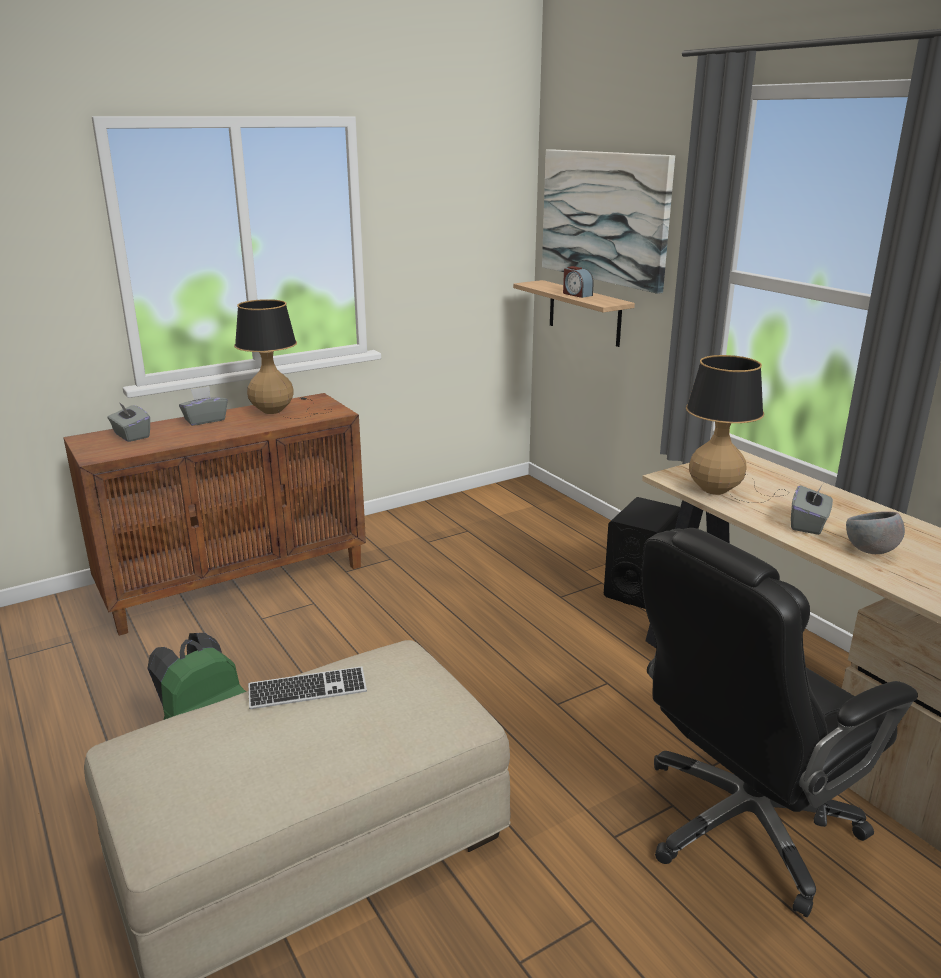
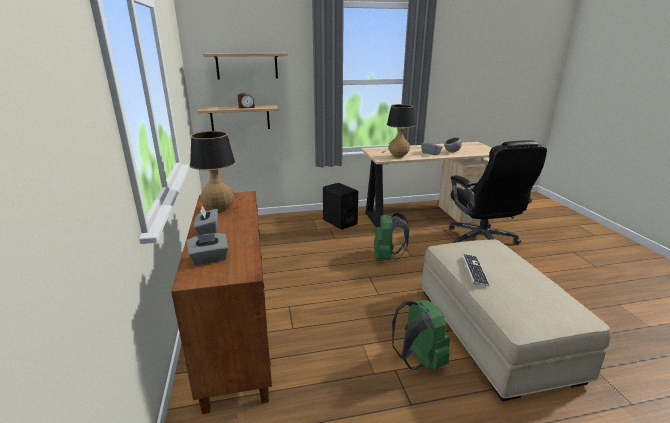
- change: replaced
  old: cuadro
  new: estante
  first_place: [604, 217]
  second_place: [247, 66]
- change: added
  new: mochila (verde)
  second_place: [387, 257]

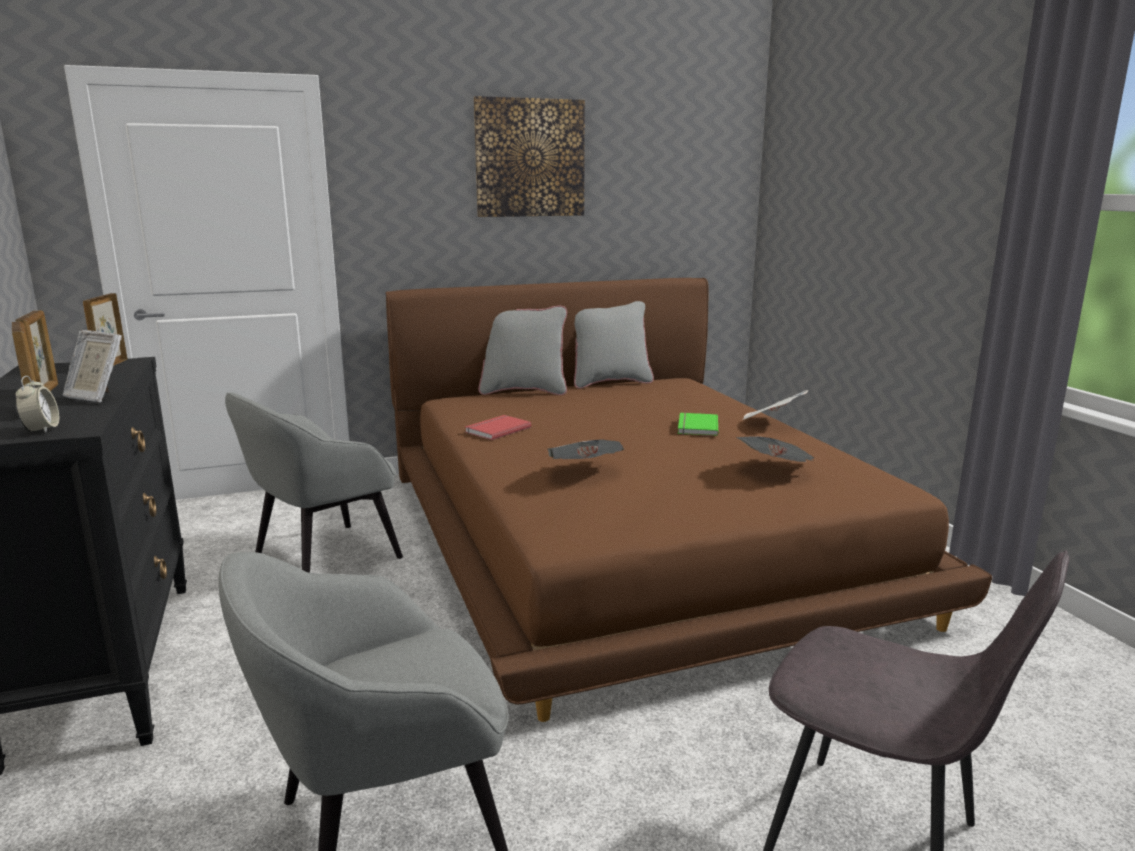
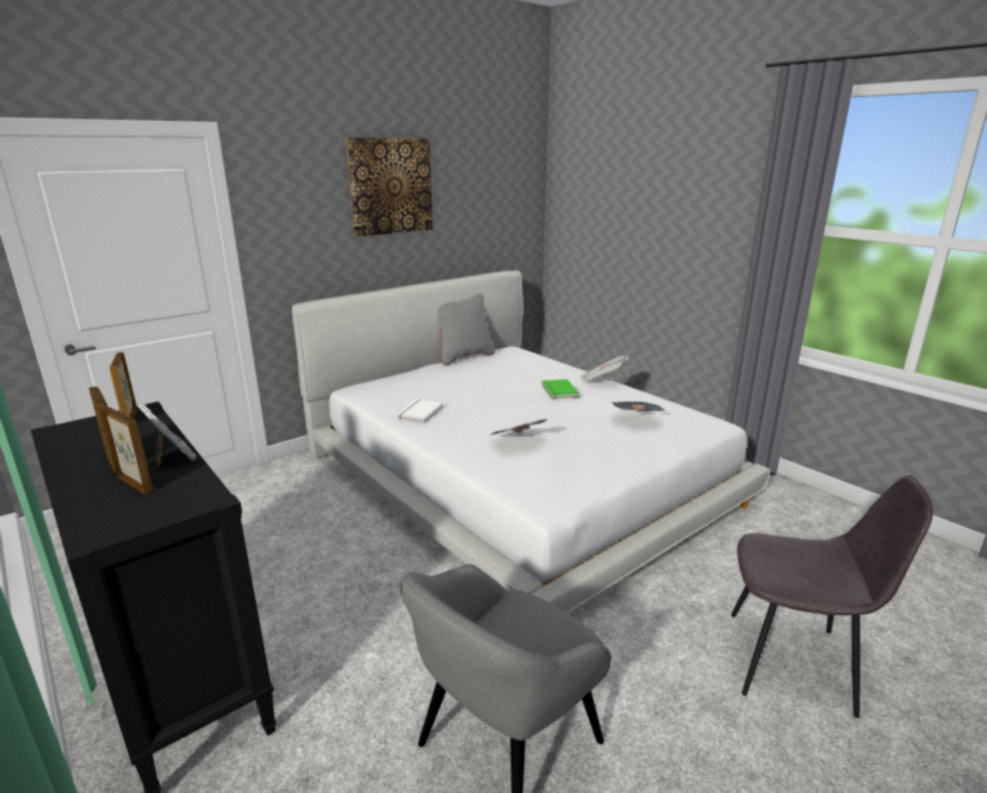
- change: recoloured
  old: cama (marrón)
  new: cama (blanco)
  first_place: [629, 537]
  second_place: [517, 475]
- change: removed
  old: cojín (gris)
  first_place: [523, 391]
- change: turned
  old: portarretratos
  first_place: [96, 397]
  second_place: [173, 458]
  degrees: -135
- change: removed
  old: despertador
  first_place: [41, 430]
- change: removed
  old: sillón (gris)
  first_place: [324, 558]
- change: recoloured
  old: libro (rojo)
  new: libro (blanco)
  first_place: [496, 429]
  second_place: [418, 412]

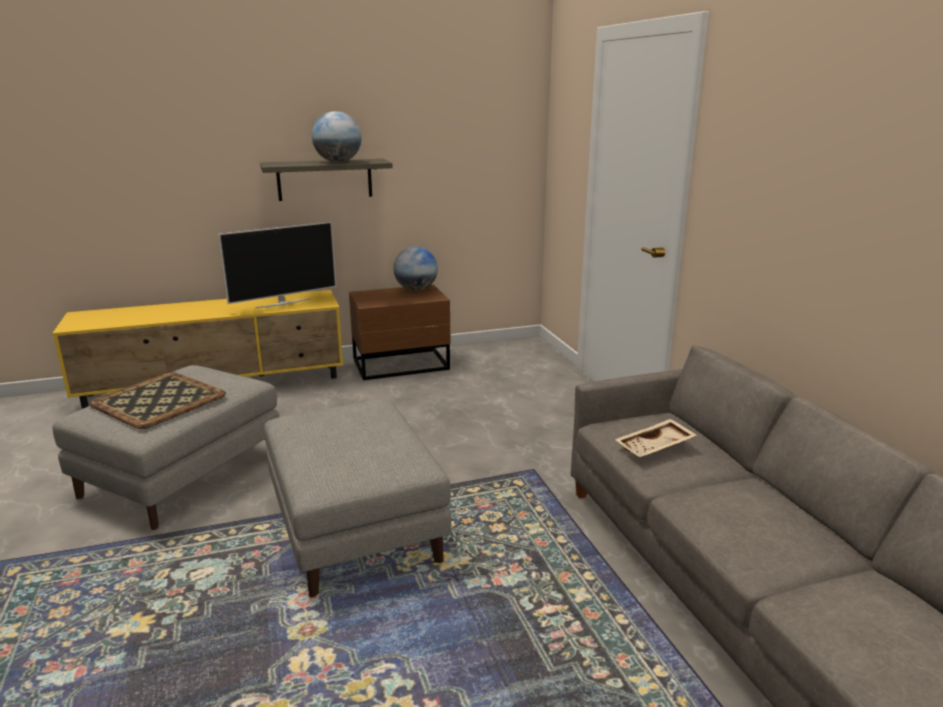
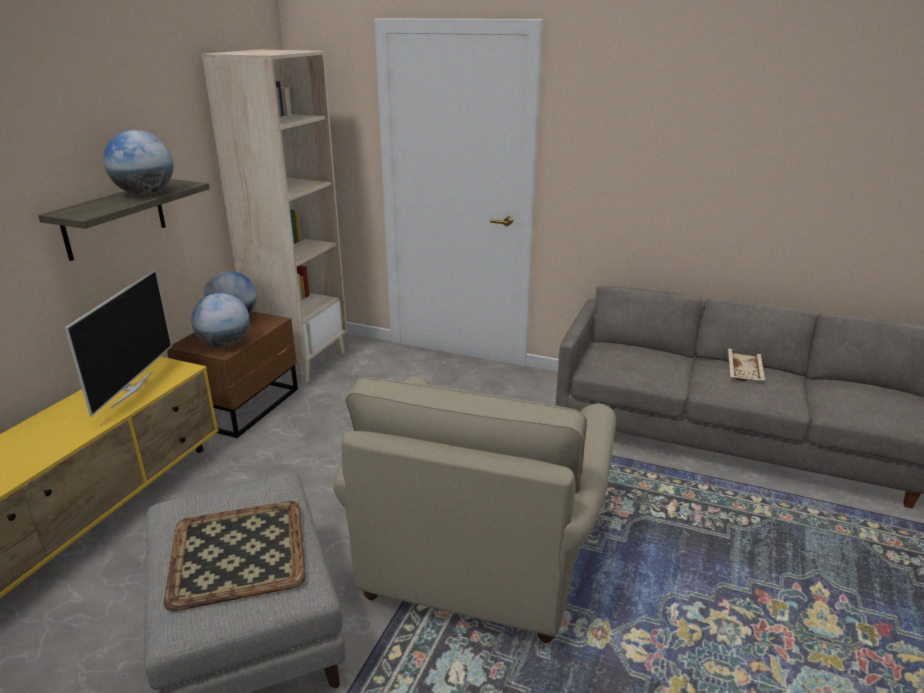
- change: replaced
  old: puf (gris)
  new: sillón (beis)
  first_place: [353, 526]
  second_place: [482, 550]
- change: moved
  old: bandeja (beis)
  first_place: [655, 447]
  second_place: [745, 370]
- change: added
  new: estantería (beis)
  second_place: [301, 361]
- change: added
  new: globo terráqueo
  second_place: [225, 344]

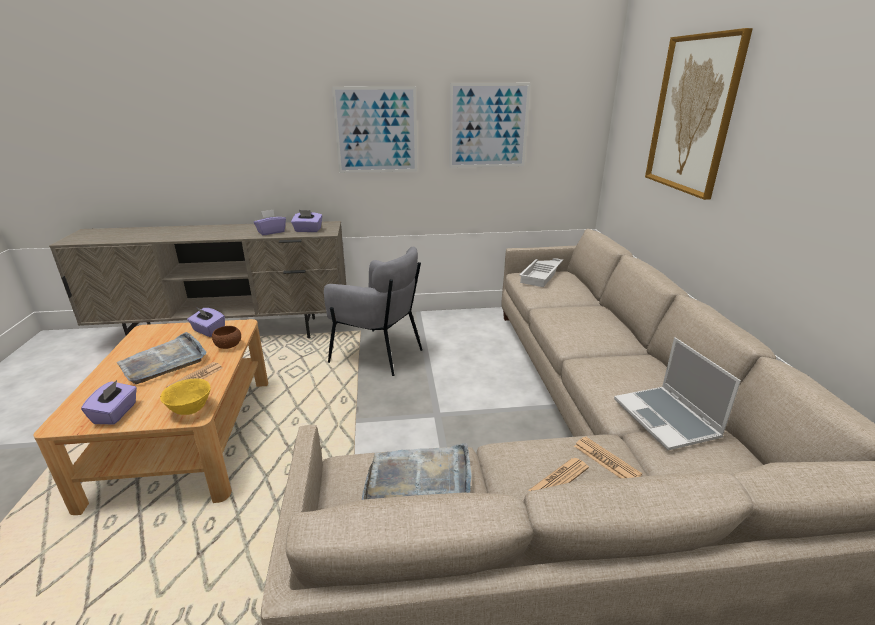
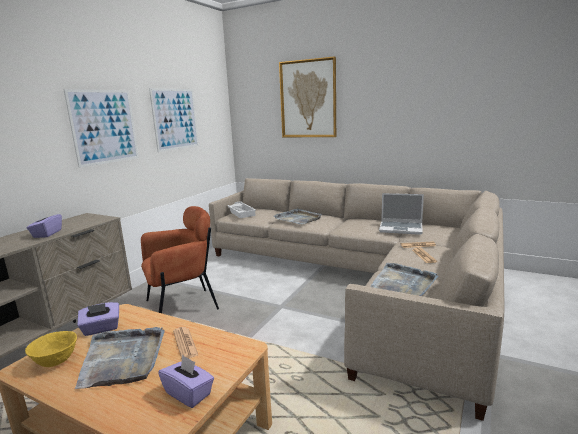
- change: removed
  old: caja de pañuelos (morado)
  first_place: [308, 230]
- change: recoloured
  old: sillón (gris)
  new: sillón (marrón)
  first_place: [379, 354]
  second_place: [182, 307]
- change: removed
  old: cuenco (marrón)
  first_place: [229, 346]
- change: moved
  old: cuenco (amarillo)
  first_place: [190, 409]
  second_place: [56, 361]
- change: added
  new: bandeja (gris)
  second_place: [298, 218]

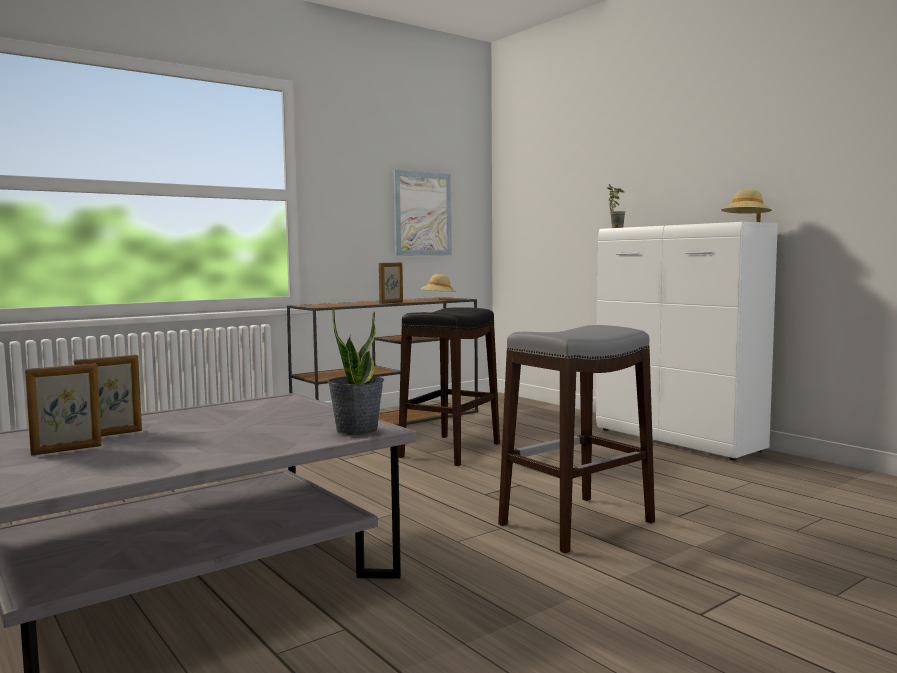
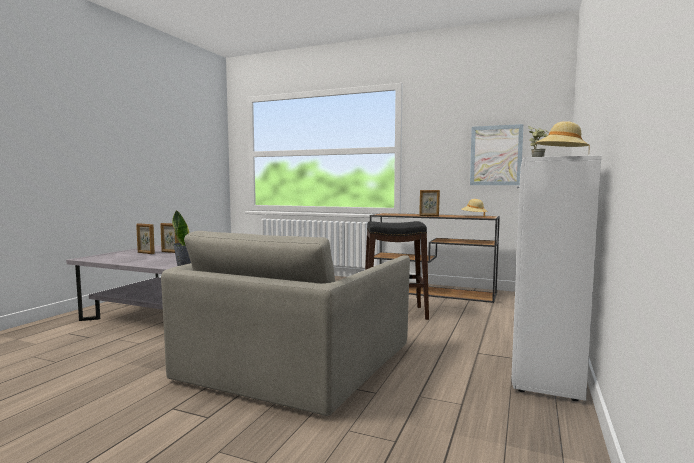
- change: replaced
  old: taburete (gris)
  new: sillón (gris)
  first_place: [576, 523]
  second_place: [294, 360]

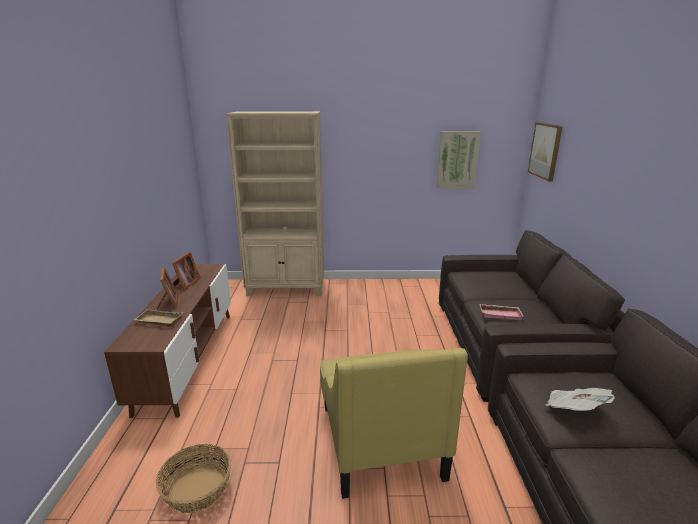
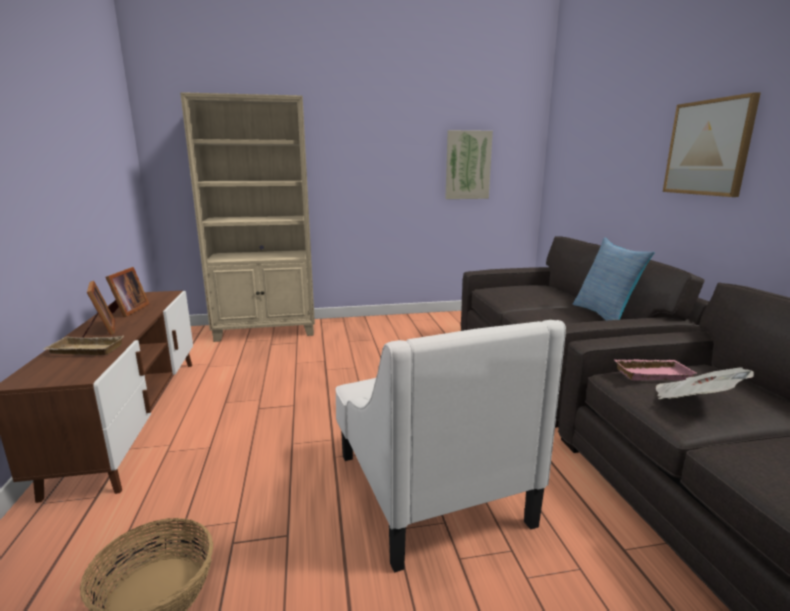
- change: moved
  old: cuadro
  first_place: [545, 150]
  second_place: [708, 148]
- change: moved
  old: bandeja (rosa)
  first_place: [500, 314]
  second_place: [652, 373]
- change: recoloured
  old: sillón (amarillo)
  new: sillón (blanco)
  first_place: [380, 439]
  second_place: [429, 487]
- change: added
  new: cojín
  second_place: [605, 315]

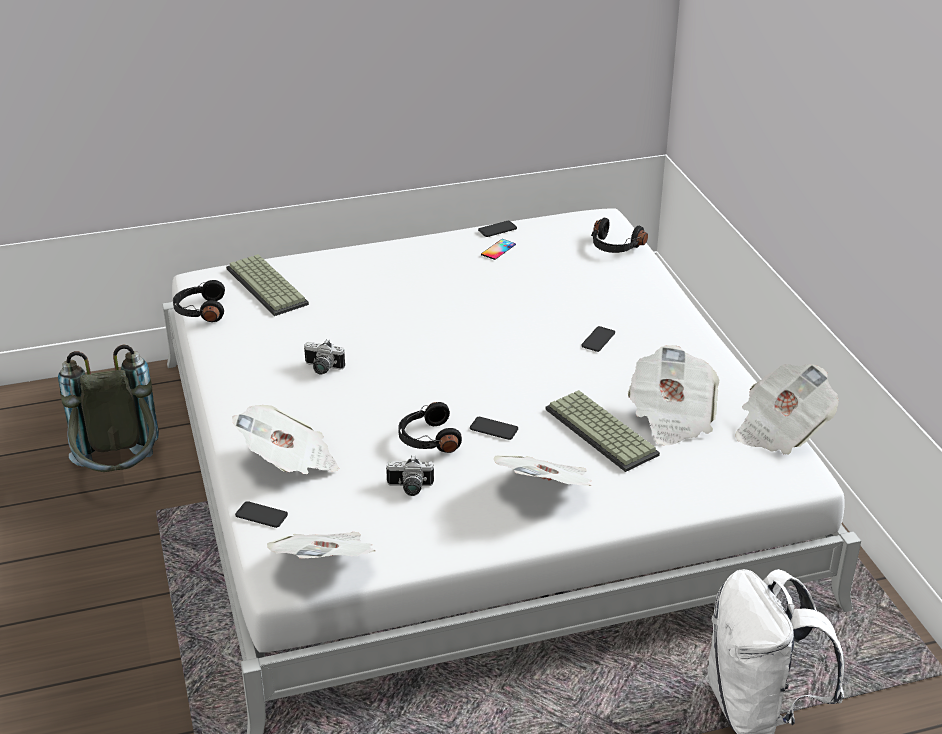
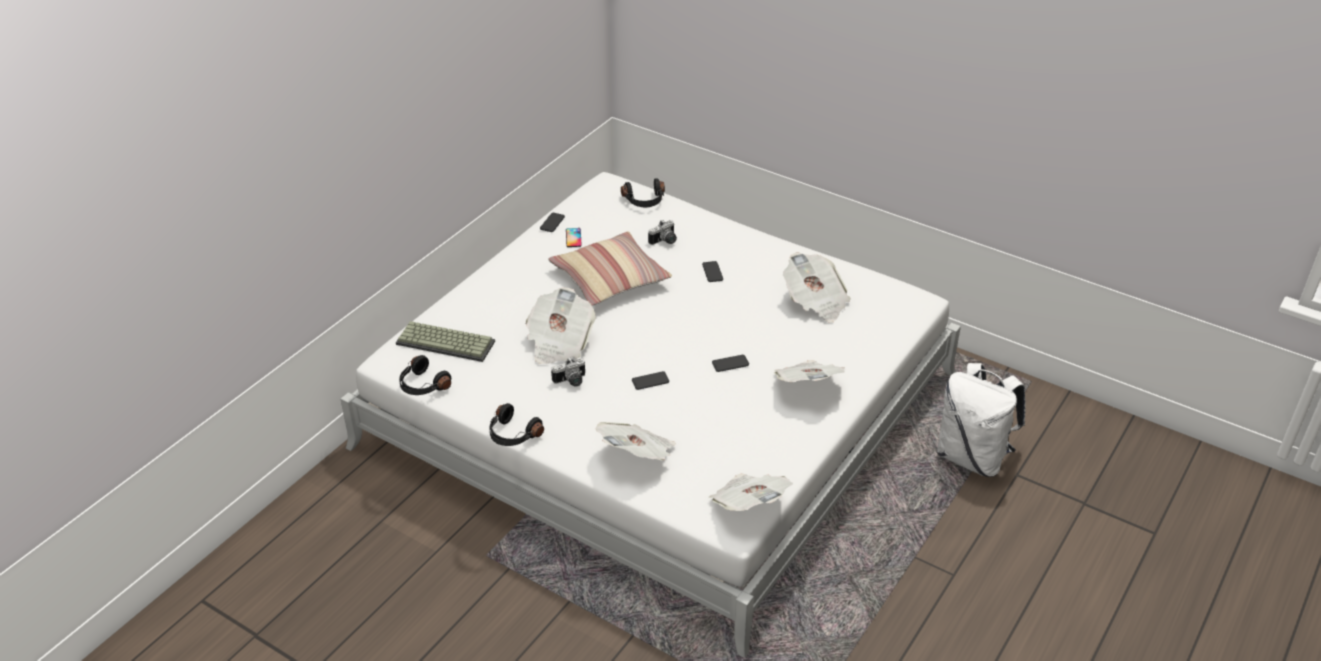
- change: removed
  old: mochila (gris)
  first_place: [120, 476]
- change: moved
  old: periódico
  first_place: [780, 430]
  second_place: [559, 342]
- change: removed
  old: teclado
  first_place: [603, 432]
- change: moved
  old: auriculares (negro)
  first_place: [428, 439]
  second_place: [512, 435]
- change: moved
  old: cámara
  first_place: [409, 488]
  second_place: [665, 241]
- change: moved
  old: móvil
  first_place: [261, 515]
  second_place: [650, 381]
- change: added
  new: cojín
  second_place: [610, 279]

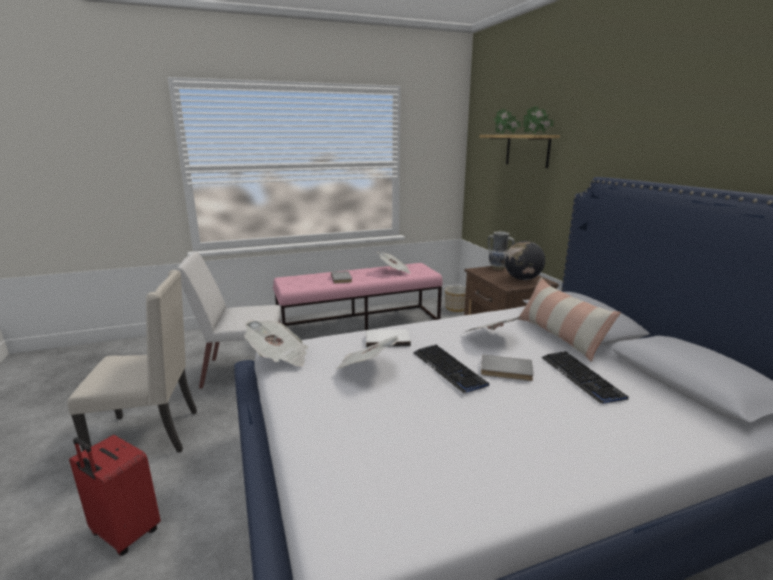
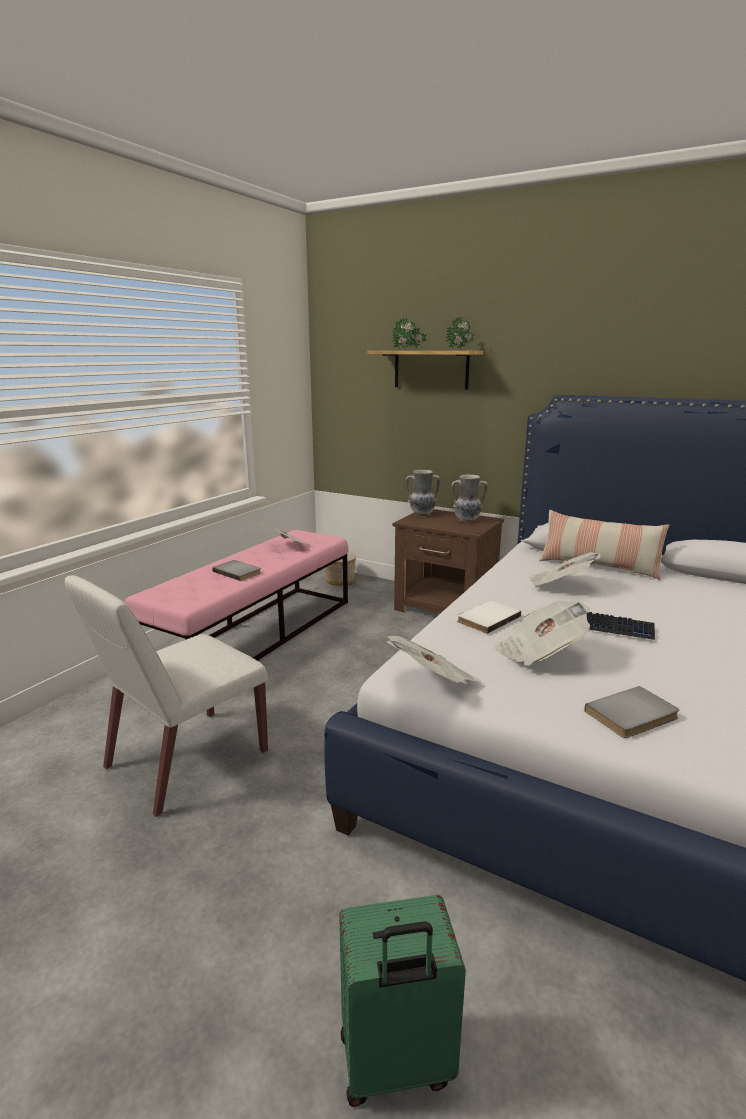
- change: replaced
  old: globo terráqueo
  new: florero
  first_place: [522, 279]
  second_place: [467, 521]
- change: removed
  old: silla (beis)
  first_place: [150, 435]
- change: removed
  old: teclado
  first_place: [581, 377]
- change: moved
  old: libro (gris)
  first_place: [506, 370]
  second_place: [633, 716]
- change: recoloured
  old: maleta (rojo)
  new: maleta (verde)
  first_place: [124, 534]
  second_place: [395, 1064]

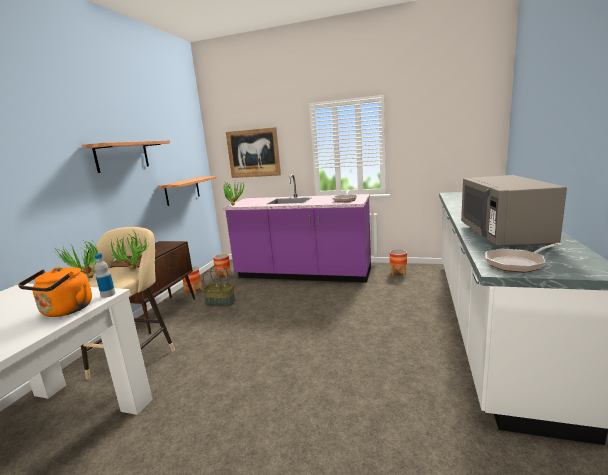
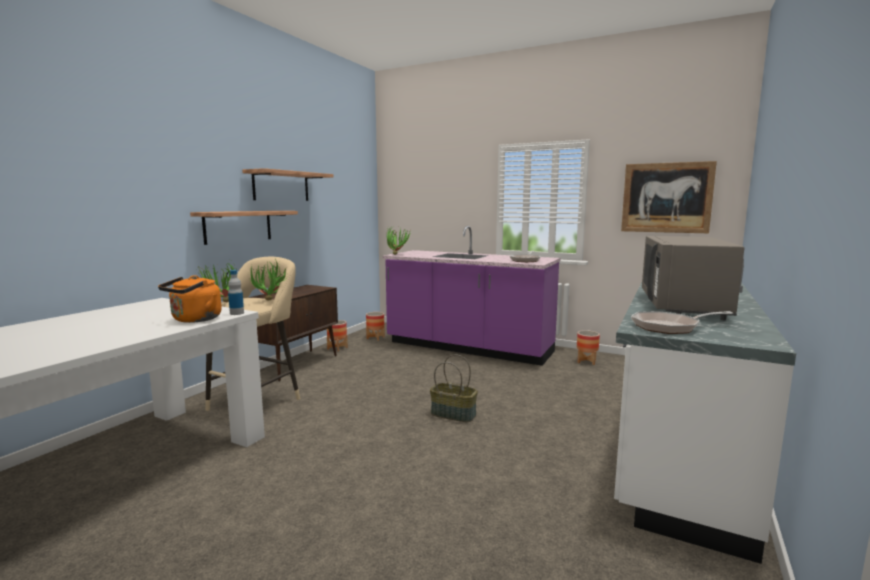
- change: moved
  old: cuadro
  first_place: [253, 153]
  second_place: [666, 198]
- change: moved
  old: estante
  first_place: [182, 191]
  second_place: [238, 226]
- change: moved
  old: cesta
  first_place: [221, 303]
  second_place: [454, 414]

